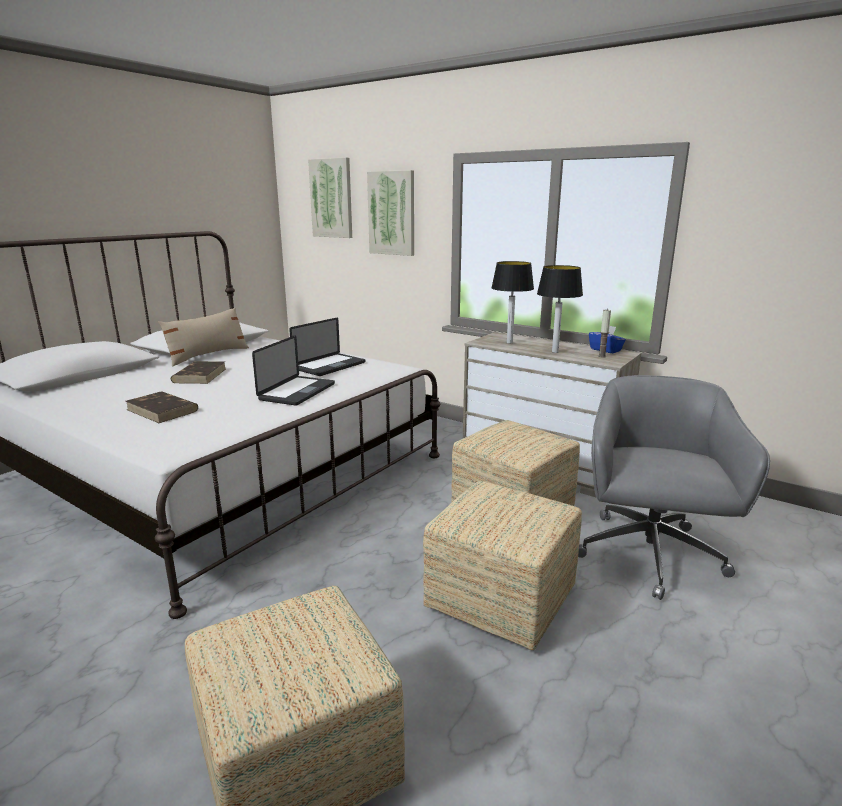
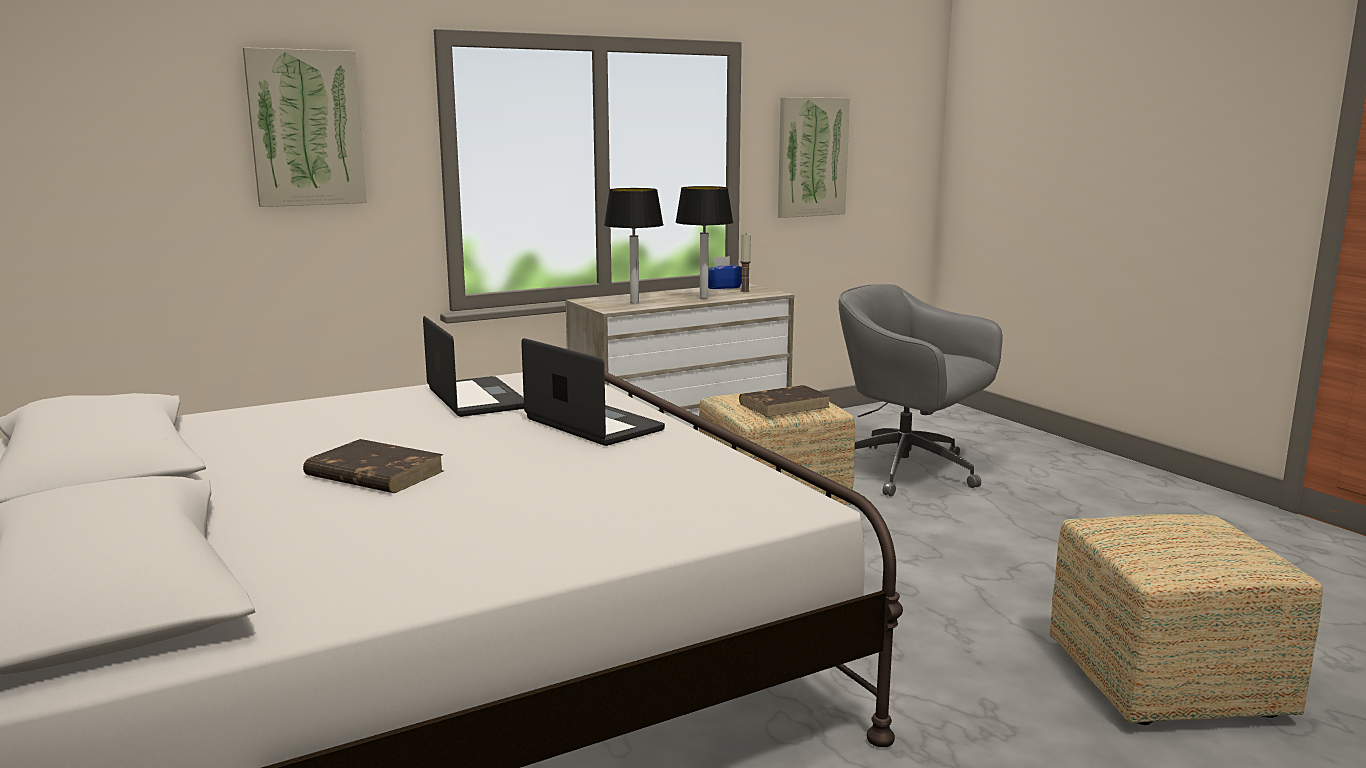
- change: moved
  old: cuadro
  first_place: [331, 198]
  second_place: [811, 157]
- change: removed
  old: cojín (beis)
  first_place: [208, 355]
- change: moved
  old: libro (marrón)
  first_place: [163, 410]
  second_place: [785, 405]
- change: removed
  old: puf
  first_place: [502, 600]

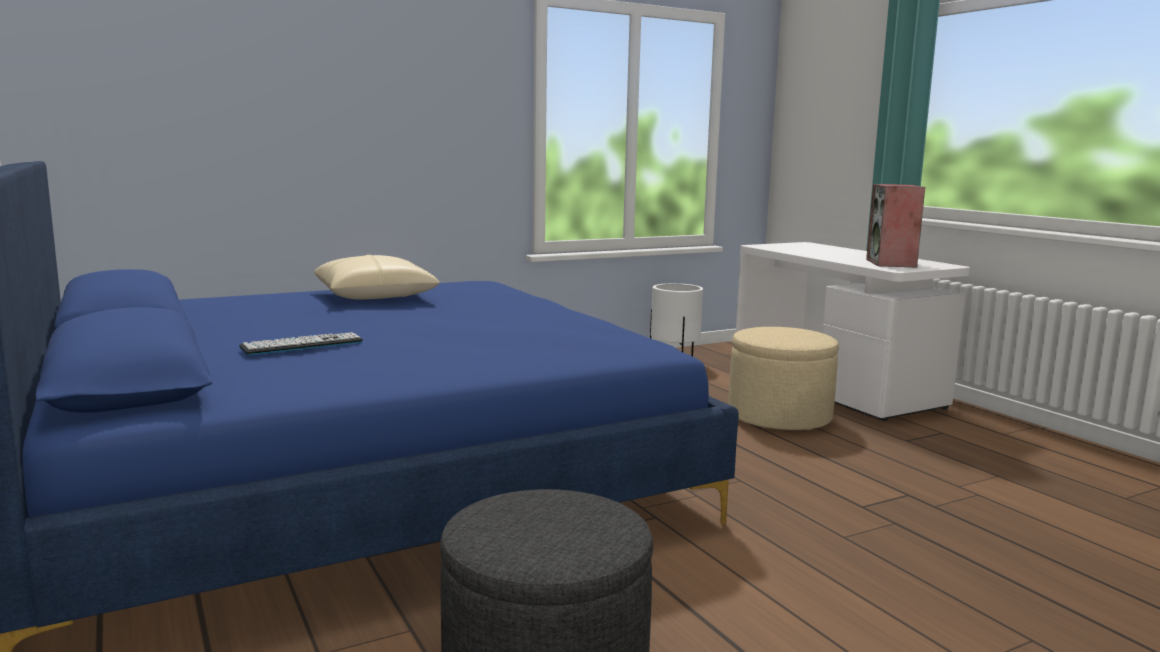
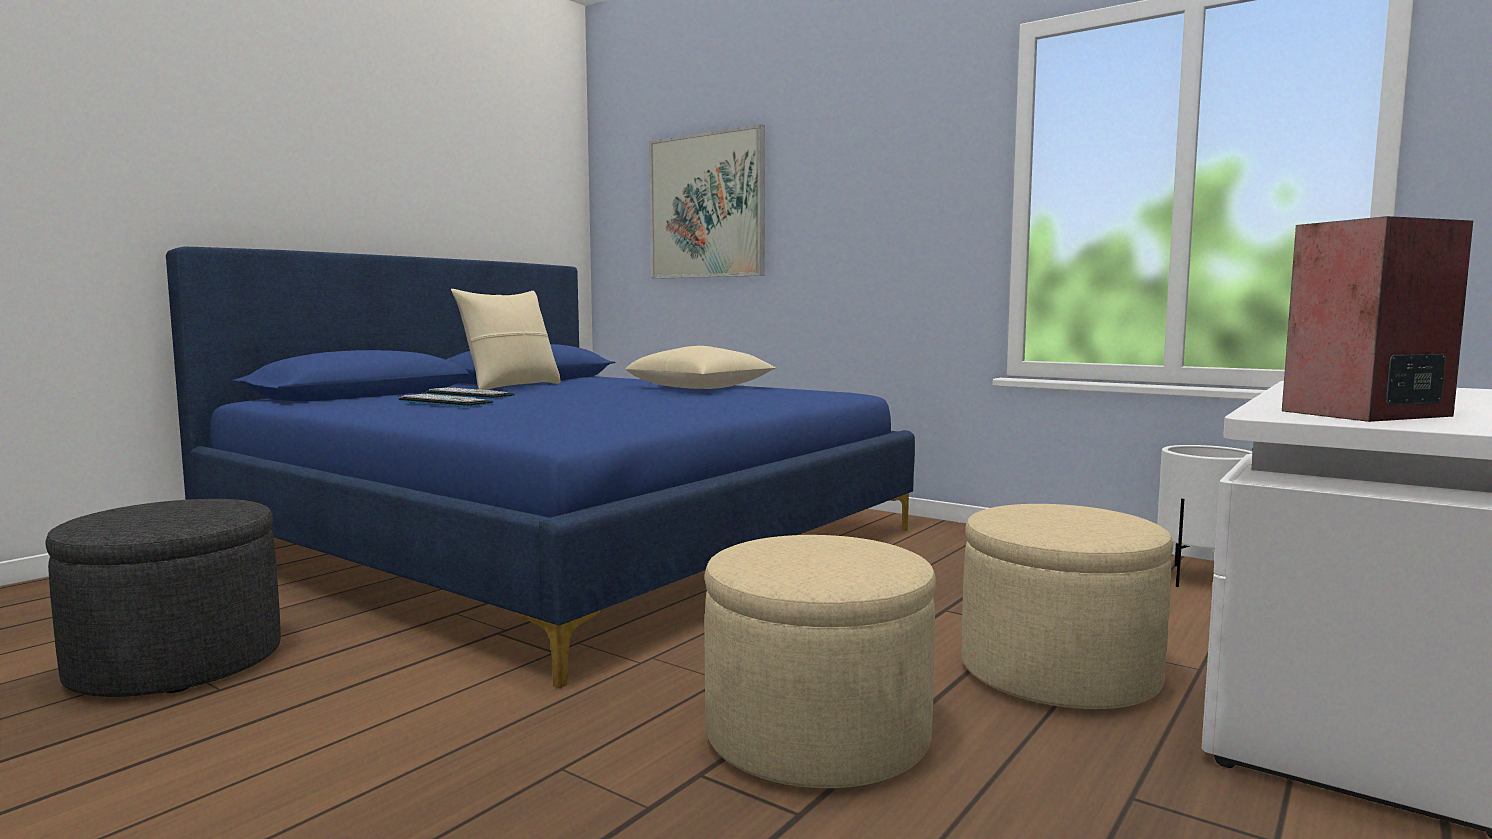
- change: added
  new: cuadro
  second_place: [707, 206]
- change: added
  new: cojín (beis)
  second_place: [511, 386]
- change: added
  new: teclado
  second_place: [445, 402]
- change: added
  new: puf (beis)
  second_place: [817, 736]

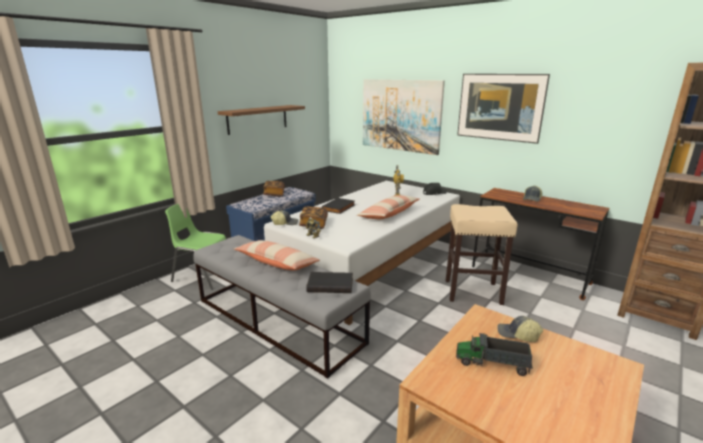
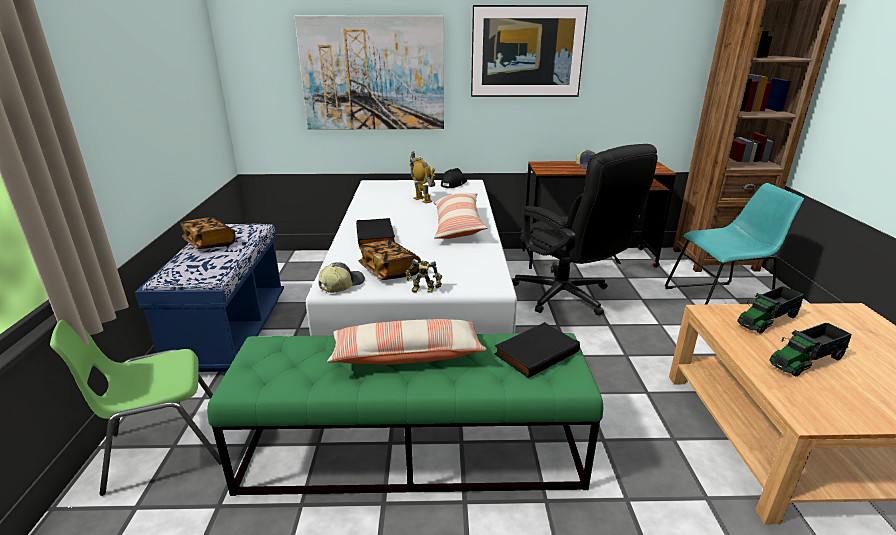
- change: removed
  old: estante (marrón)
  first_place: [257, 119]
- change: replaced
  old: taburete (beis)
  new: silla de oficina (negro)
  first_place: [472, 292]
  second_place: [569, 298]
- change: recoloured
  old: banco (gris)
  new: banco (verde)
  first_place: [278, 321]
  second_place: [413, 451]
- change: replaced
  old: gorra
  new: camión de juguete
  first_place: [517, 335]
  second_place: [767, 320]
- change: added
  new: silla (turquesa)
  second_place: [720, 301]

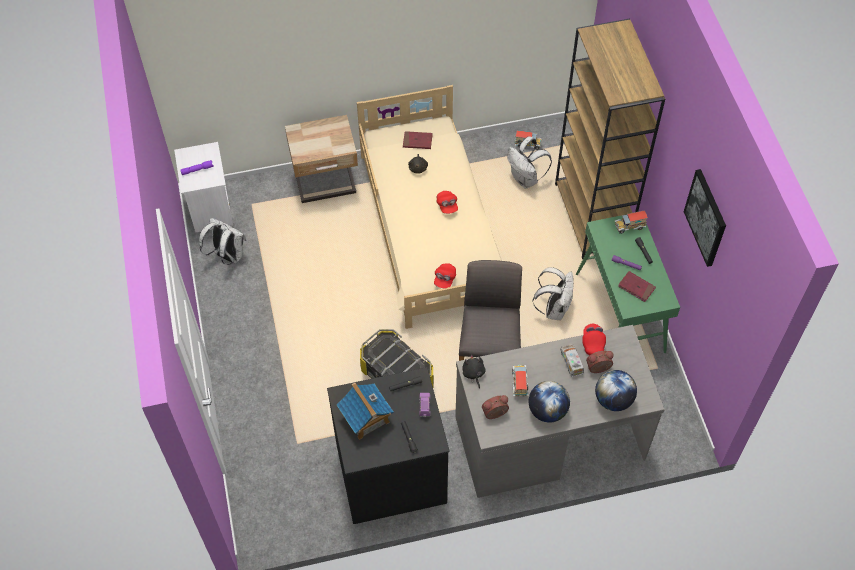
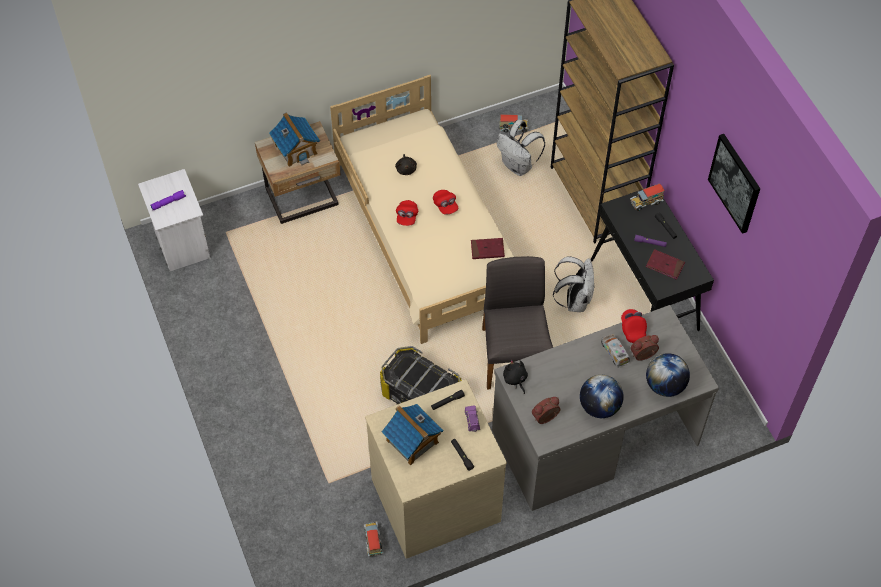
- change: moved
  old: libro (rojo)
  first_place: [417, 141]
  second_place: [487, 249]
- change: recoloured
  old: mesa consola (verde)
  new: mesa consola (negro)
  first_place: [620, 313]
  second_place: [644, 295]
- change: removed
  old: mochila (blanco)
  first_place: [227, 256]
- change: moved
  old: gorra (rojo)
  first_place: [444, 279]
  second_place: [407, 217]
- change: moved
  old: camión de juguete
  first_place: [520, 383]
  second_place: [373, 541]
- change: recoloured
  old: cómoda (negro)
  new: cómoda (beis)
  first_place: [391, 472]
  second_place: [435, 498]
- change: added
  new: casita
  second_place: [296, 149]

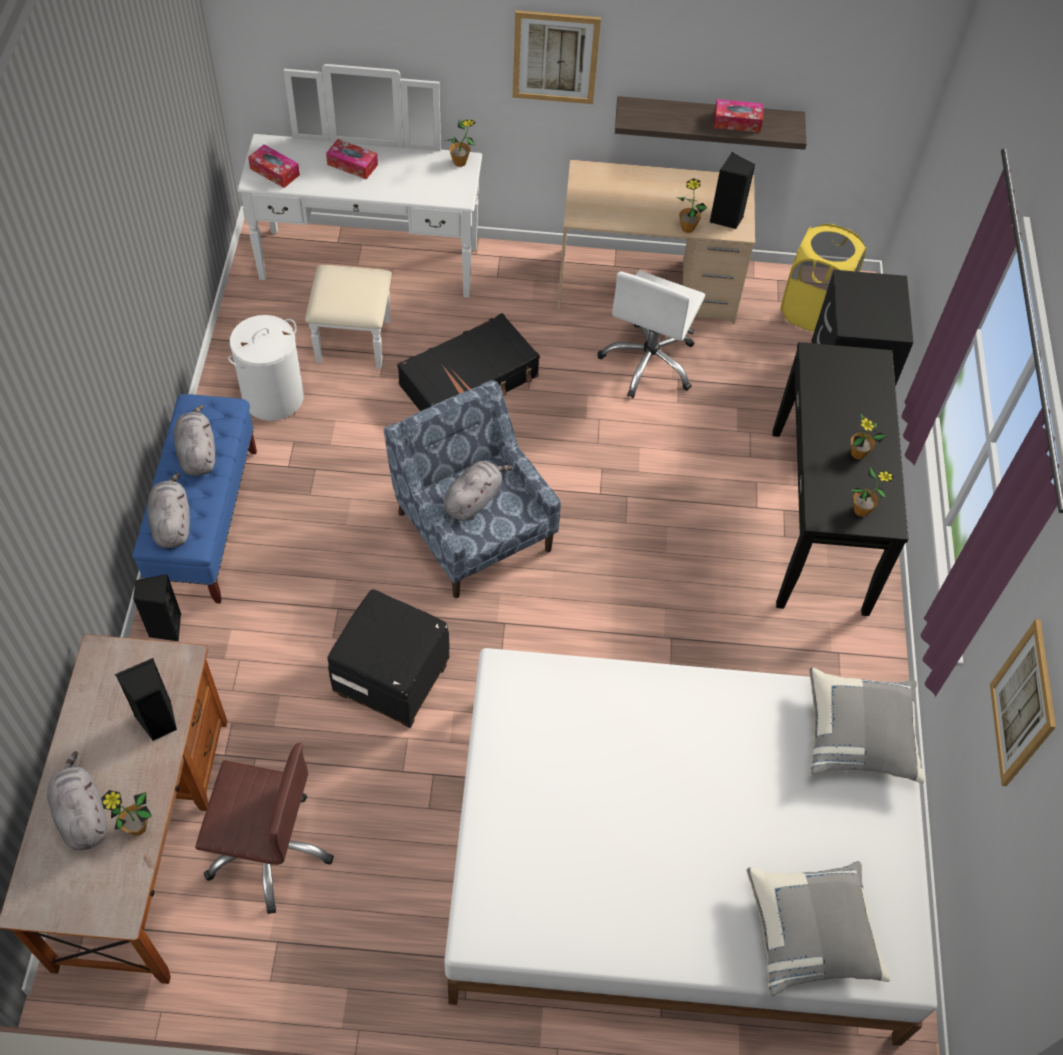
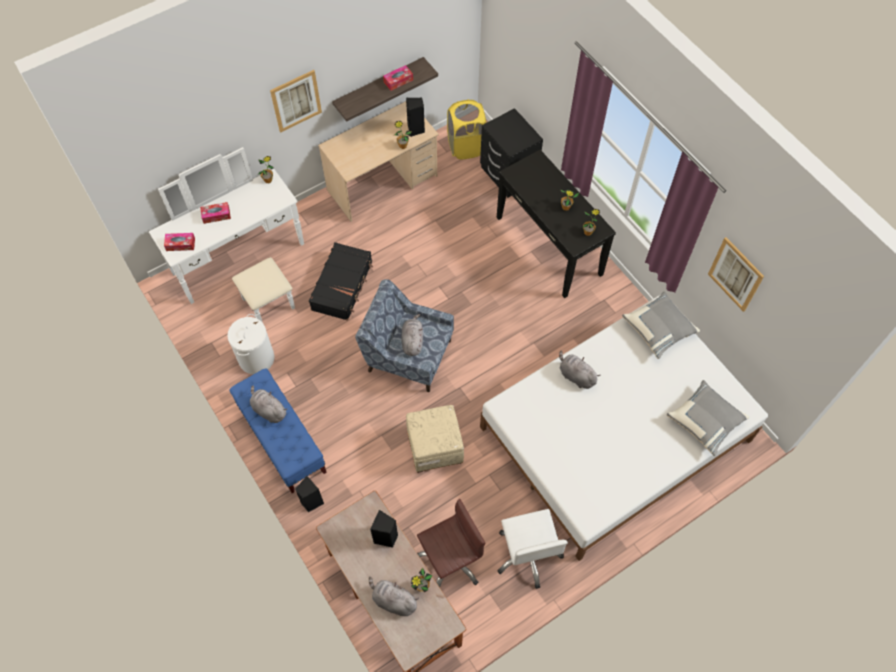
- change: moved
  old: silla de oficina (blanco)
  first_place: [649, 362]
  second_place: [528, 554]
- change: moved
  old: peluche (gris)
  first_place: [172, 523]
  second_place: [575, 376]
- change: recoloured
  old: puf (negro)
  new: puf (beis)
  first_place: [390, 680]
  second_place: [434, 449]

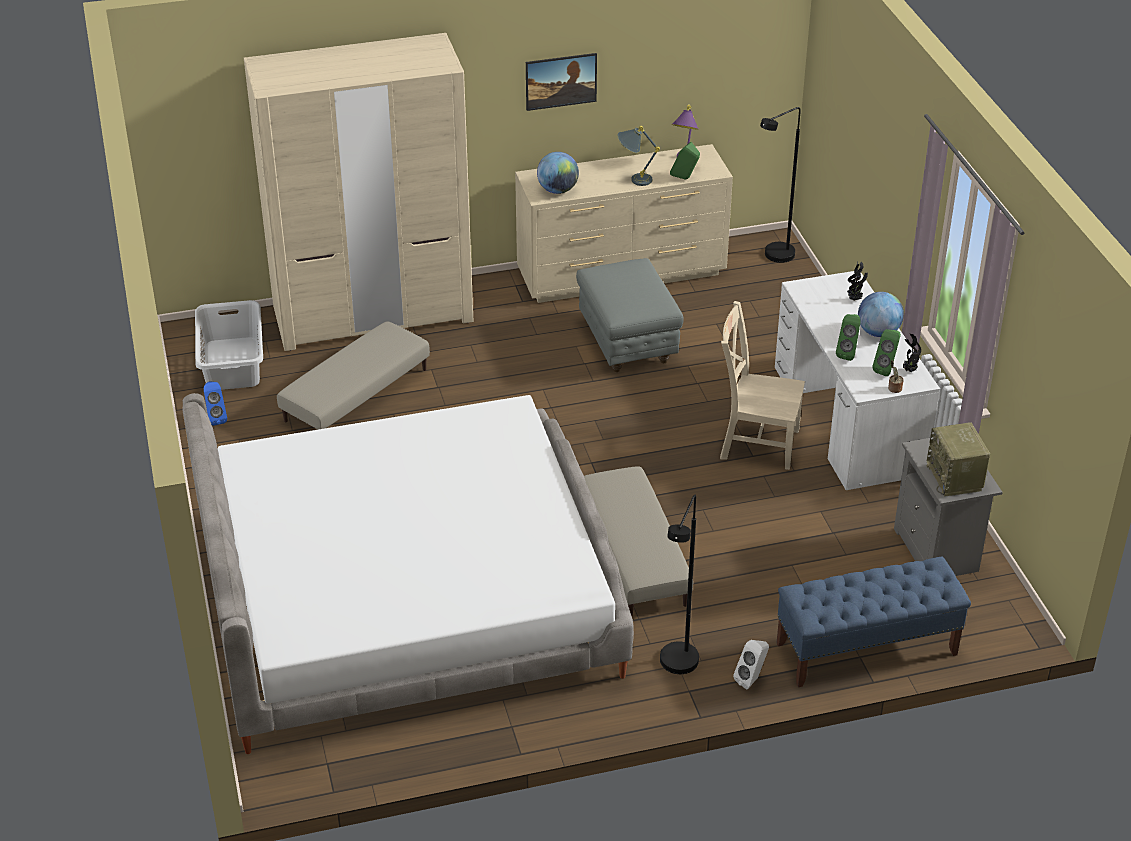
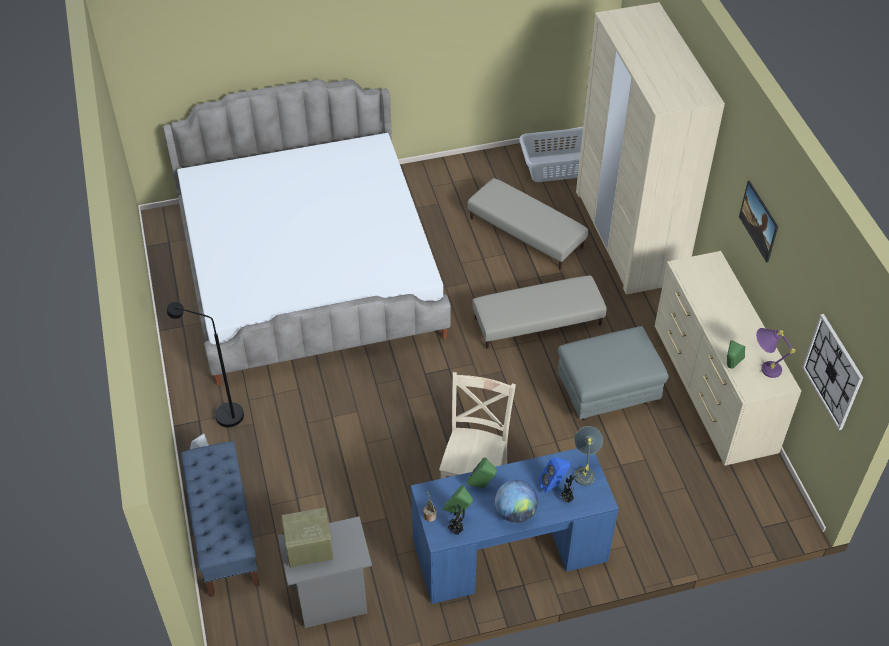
- change: removed
  old: lámpara de pie (negro)
  first_place: [774, 258]
- change: moved
  old: lámpara de mesa (gris)
  first_place: [633, 179]
  second_place: [585, 470]
- change: removed
  old: globo terráqueo
  first_place: [557, 190]
- change: recoloured
  old: escritorio (blanco)
  new: escritorio (azul)
  first_place: [847, 420]
  second_place: [509, 549]
- change: moved
  old: altavoz (azul)
  first_place: [216, 418]
  second_place: [553, 485]
- change: moved
  old: puf (beis)
  first_place: [633, 554]
  second_place: [537, 321]
- change: added
  new: reloj de pared
  second_place: [832, 371]

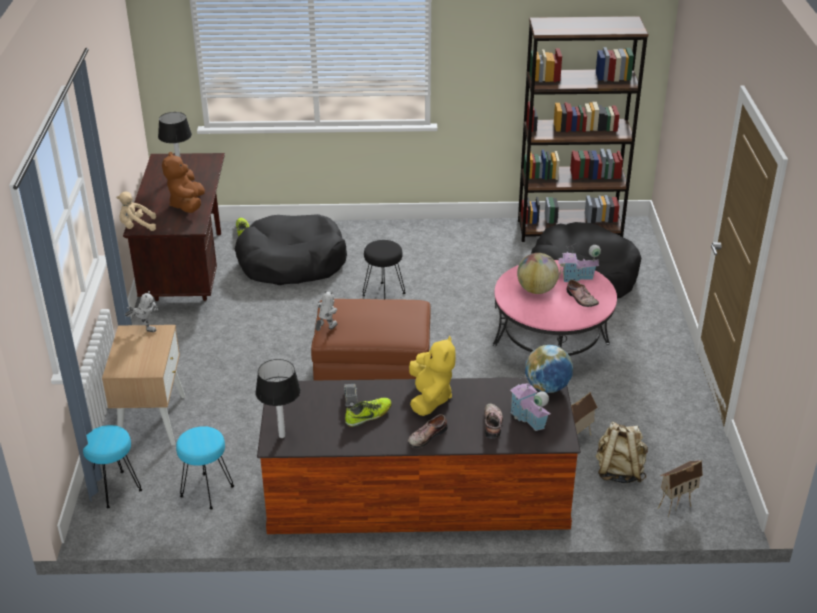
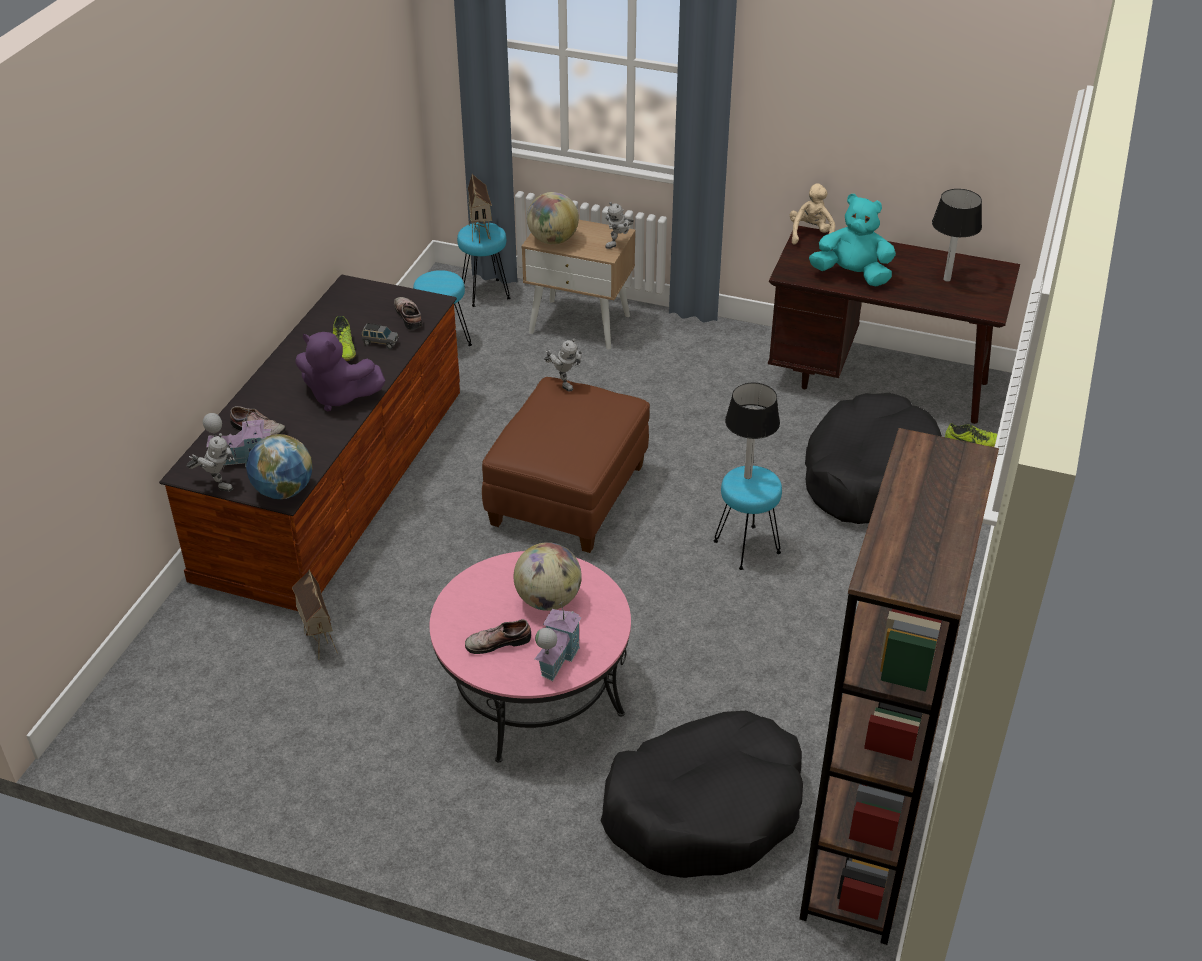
- change: recoloured
  old: peluche (marrón)
  new: peluche (turquesa)
  first_place: [187, 205]
  second_place: [852, 275]
- change: recoloured
  old: taburete (negro)
  new: taburete (turquesa)
  first_place: [384, 294]
  second_place: [746, 547]
- change: recoloured
  old: peluche (amarillo)
  new: peluche (morado)
  first_place: [430, 398]
  second_place: [338, 396]
- change: moved
  old: lámpara de mesa
  first_place: [281, 435]
  second_place: [748, 476]
- change: moved
  old: zapato
  first_place: [426, 436]
  second_place: [410, 316]
- change: removed
  old: mochila (beis)
  first_place: [619, 471]
- change: moved
  old: casita
  first_place: [675, 504]
  second_place: [481, 234]
- change: added
  new: globo terráqueo
  second_place: [553, 240]
- change: added
  new: robot de juguete
  second_place: [217, 484]

